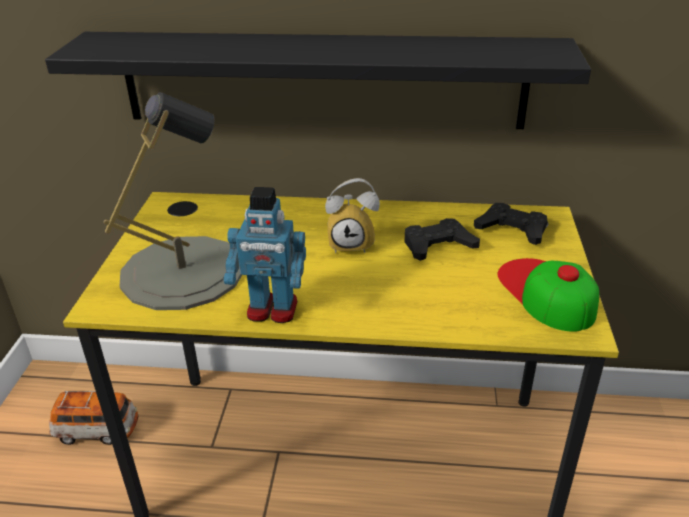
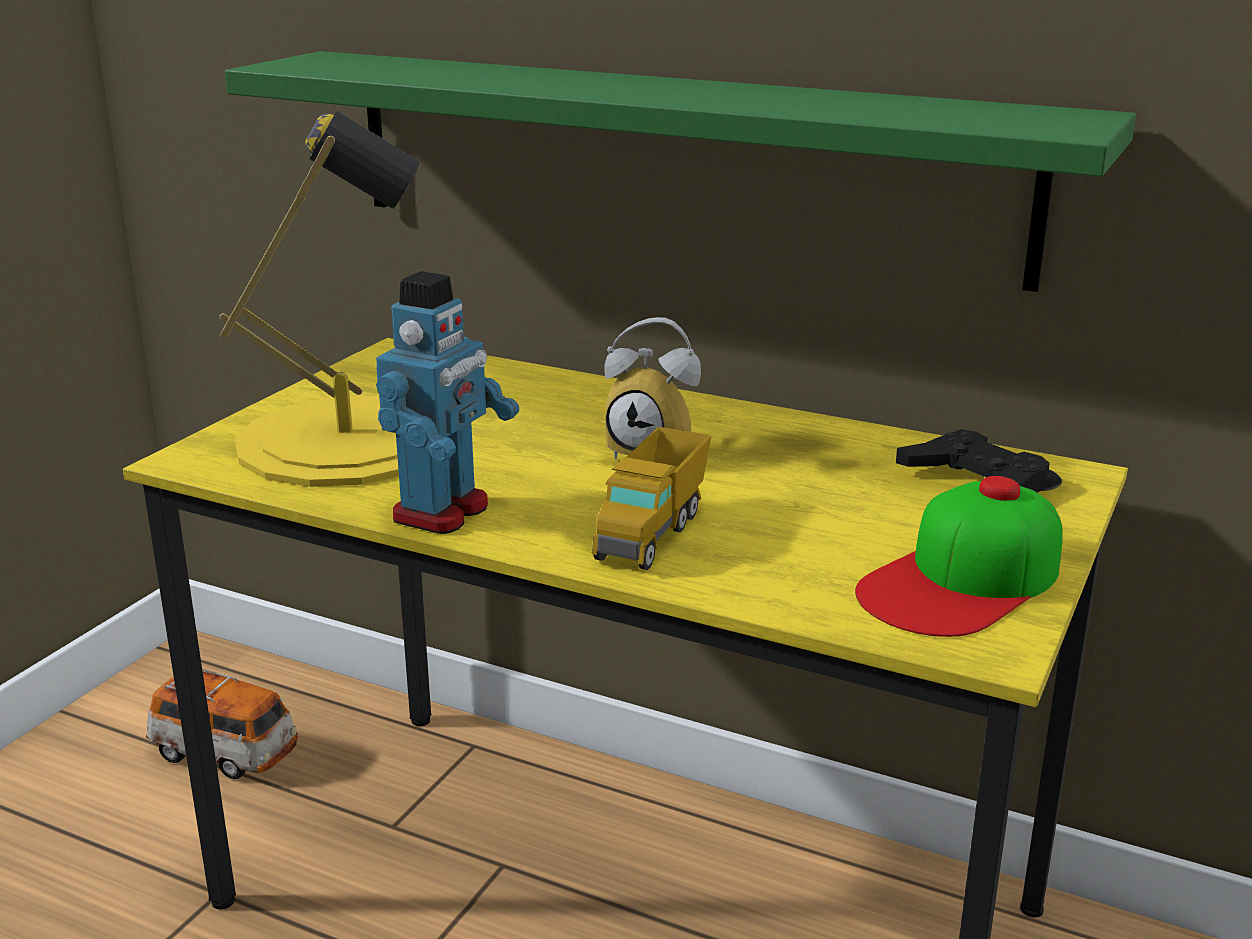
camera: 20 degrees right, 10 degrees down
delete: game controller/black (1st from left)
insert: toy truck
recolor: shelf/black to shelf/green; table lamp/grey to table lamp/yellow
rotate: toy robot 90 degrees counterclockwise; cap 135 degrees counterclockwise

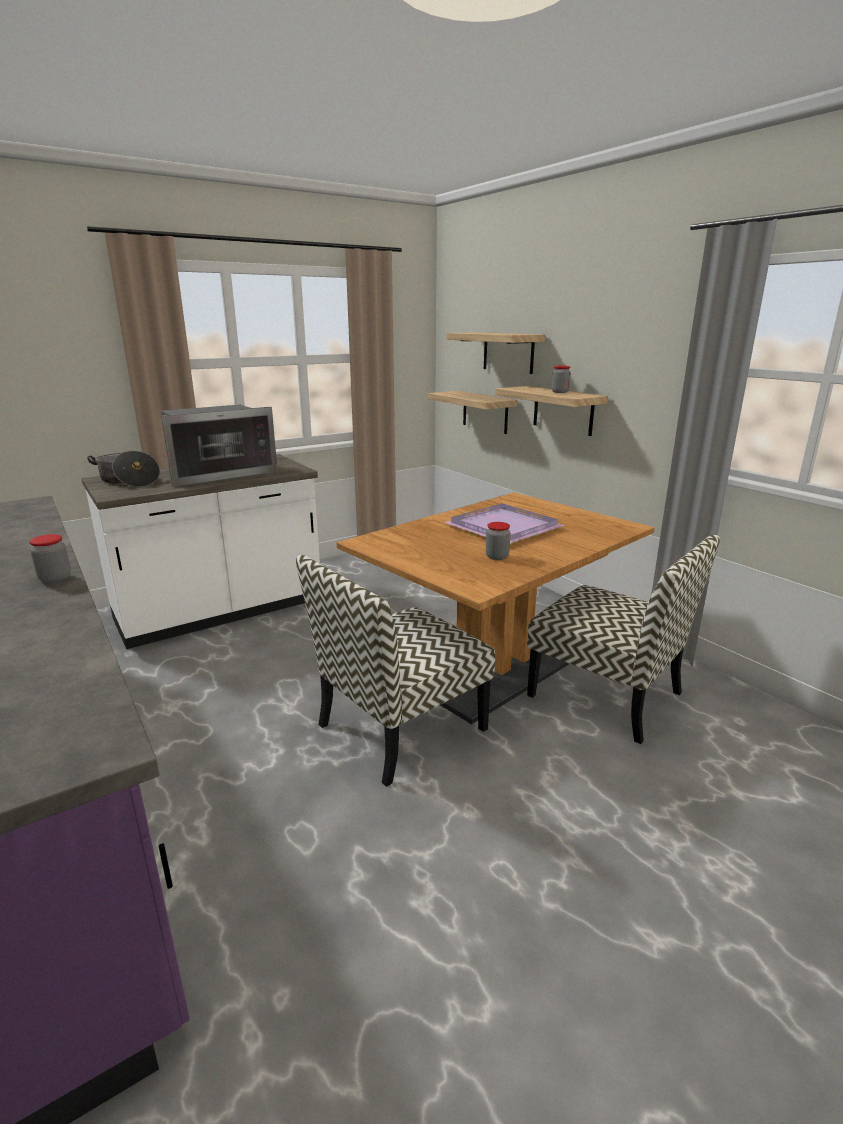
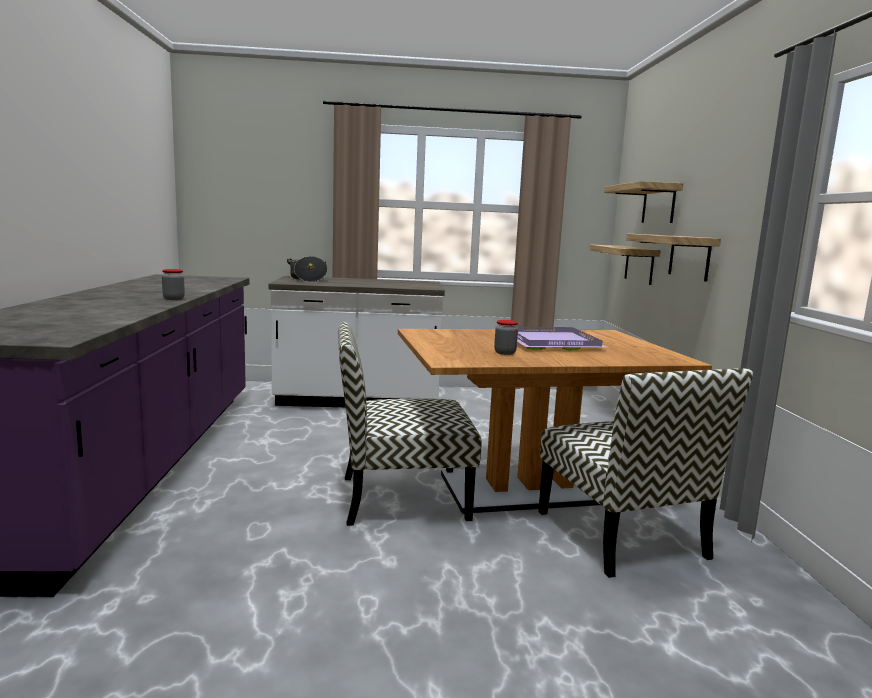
camera: 30 degrees right, 10 degrees down
delete: microwave; jar (3rd from left)

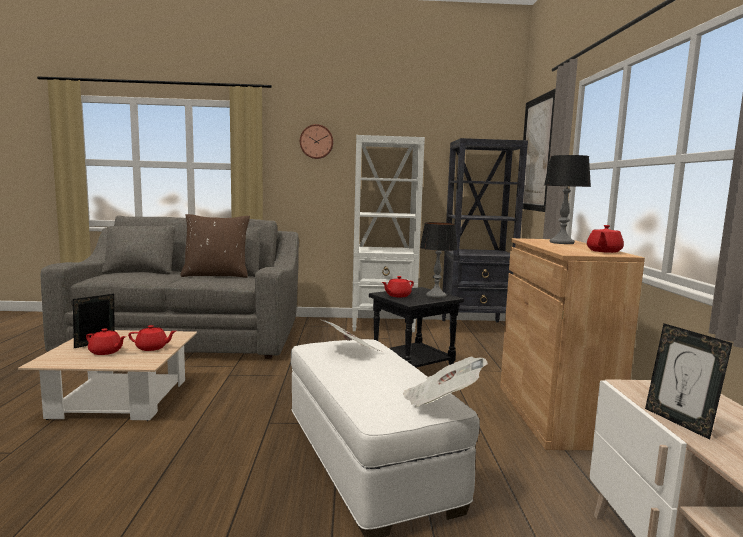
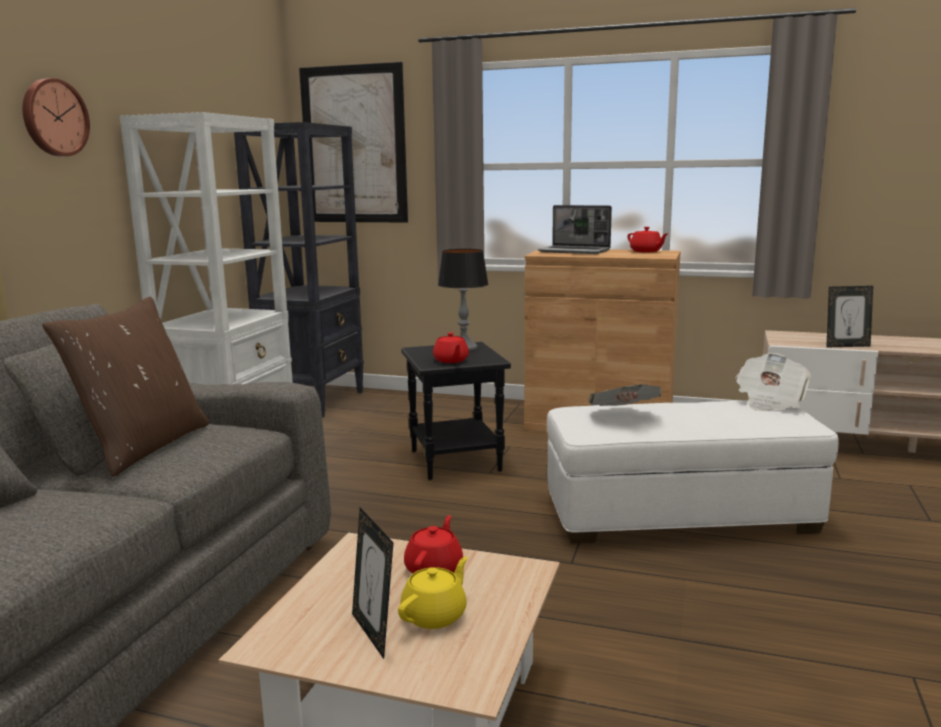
camera: 70 degrees left, 5 degrees up
replace: table lamp (2nd from left) to laptop
recolor: teapot/red (1st from left) to teapot/yellow

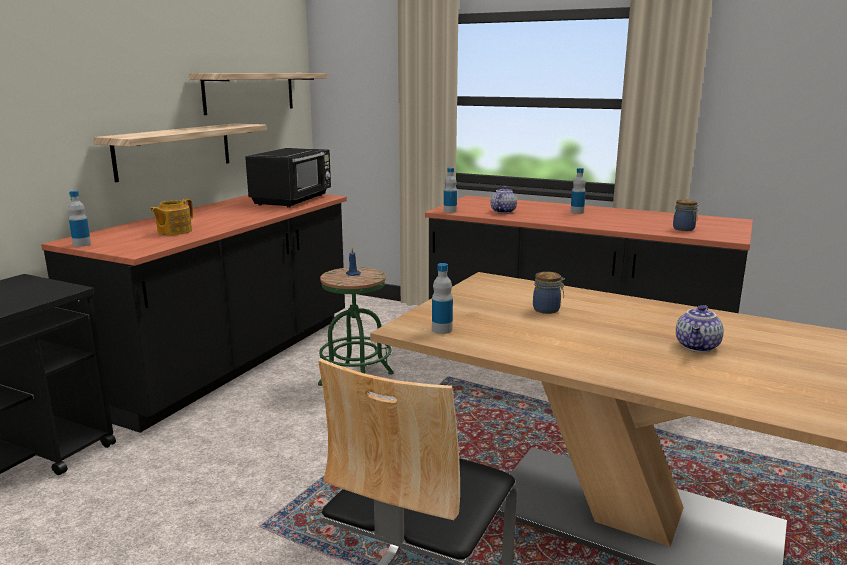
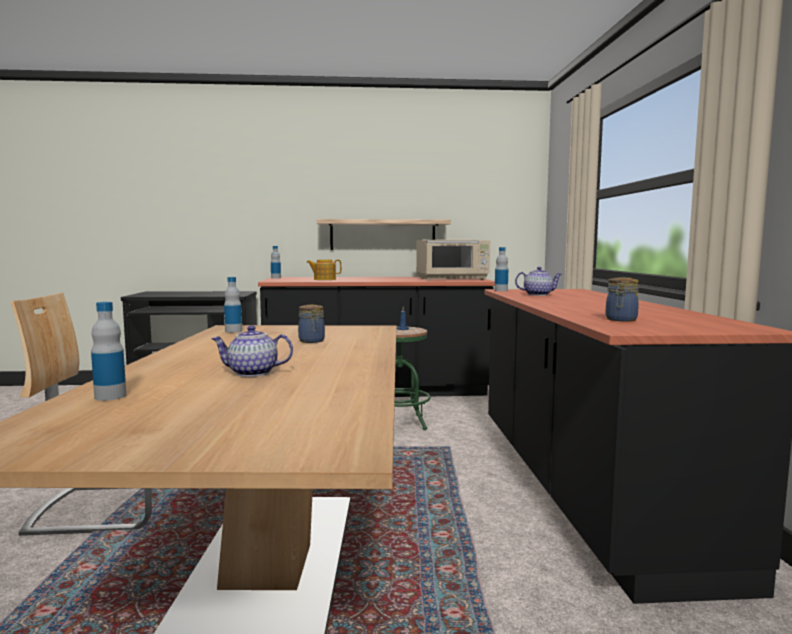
camera: 60 degrees right, 10 degrees down
delete: shelf (2nd from left)
move: bottle (4th from left in the first image) to bottle (1st from left)
recolor: microwave/black to microwave/beige

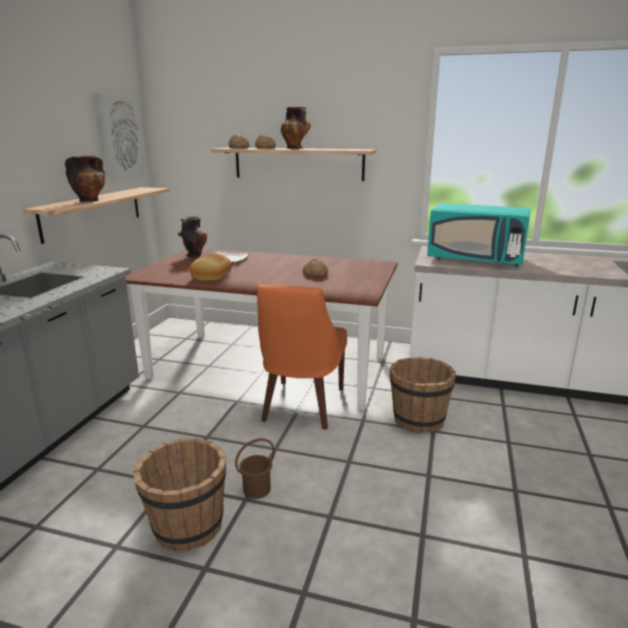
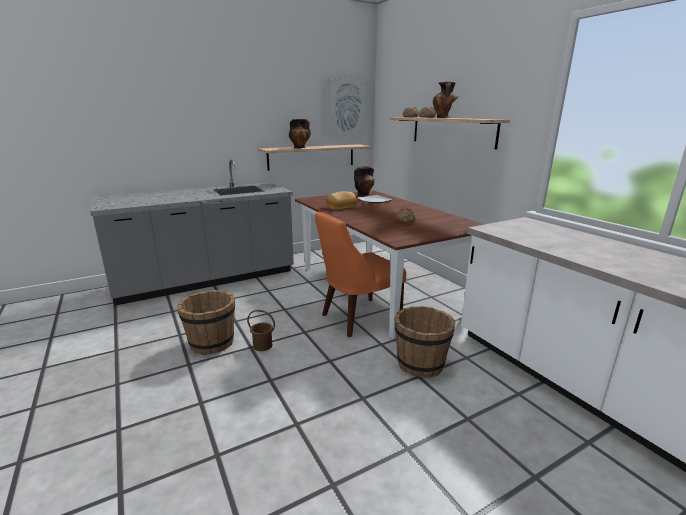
camera: 45 degrees right, 0 degrees up
delete: microwave/turquoise

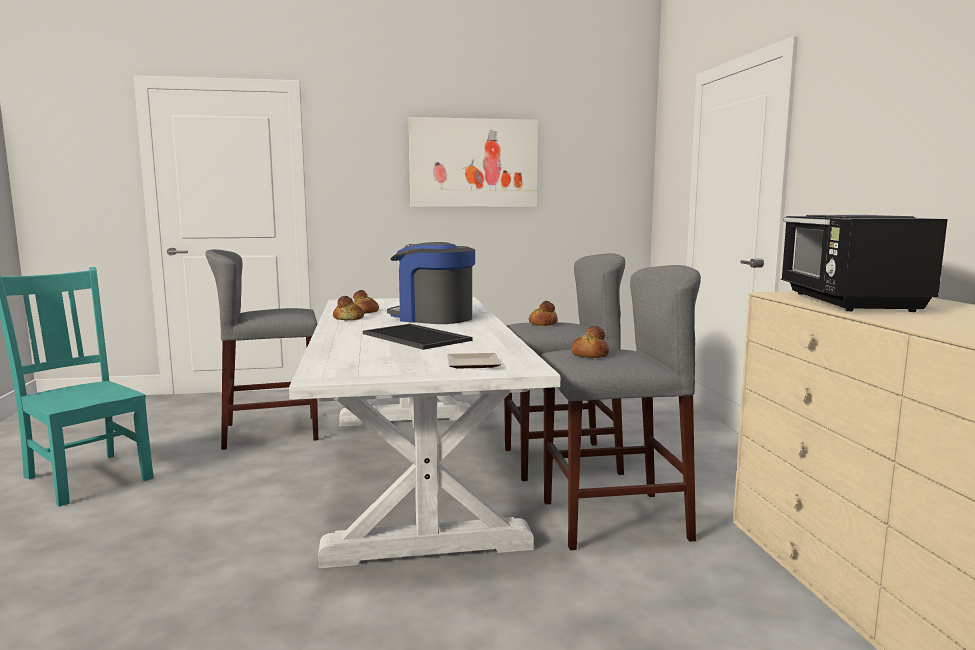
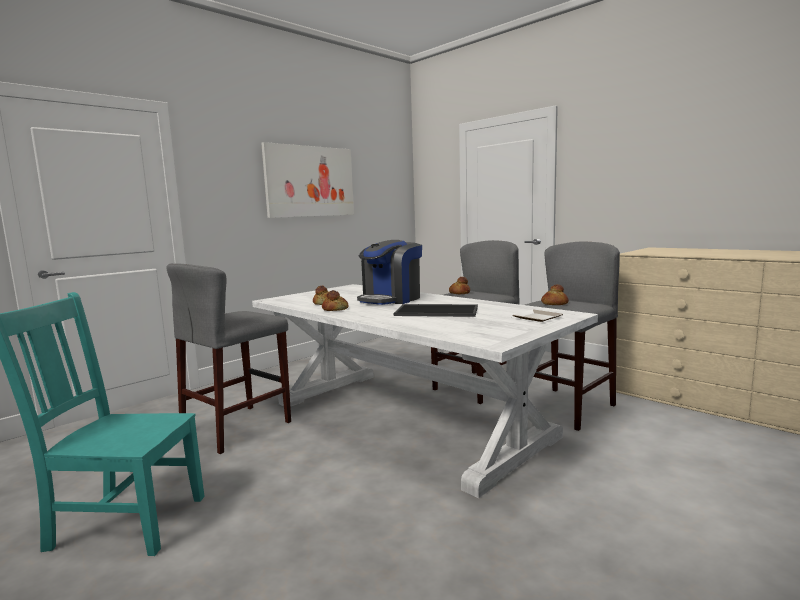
camera: 35 degrees left, 0 degrees up
delete: microwave/black
rotate: coffee machine 45 degrees counterclockwise

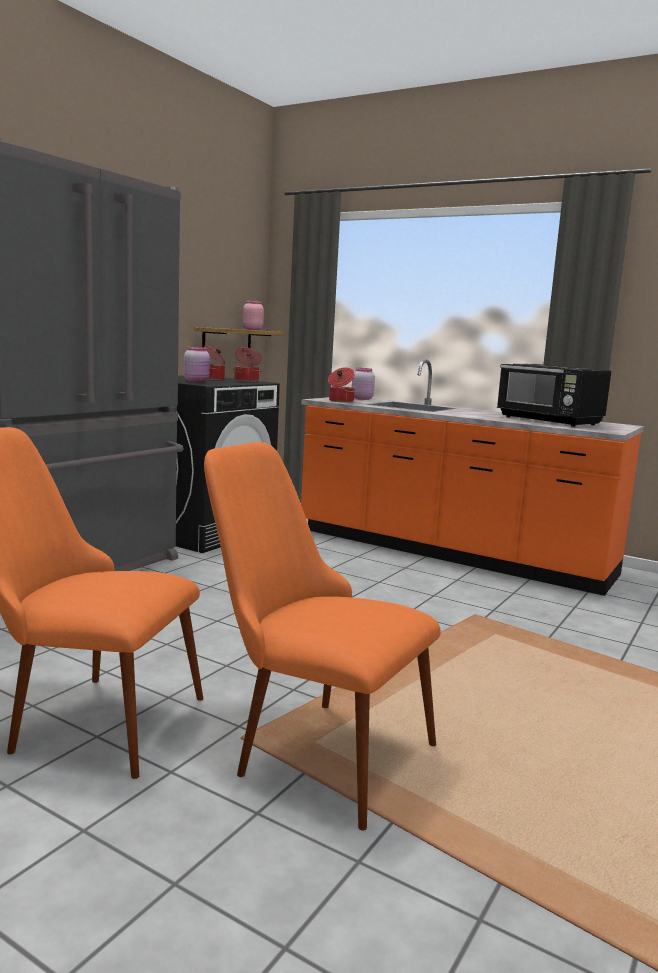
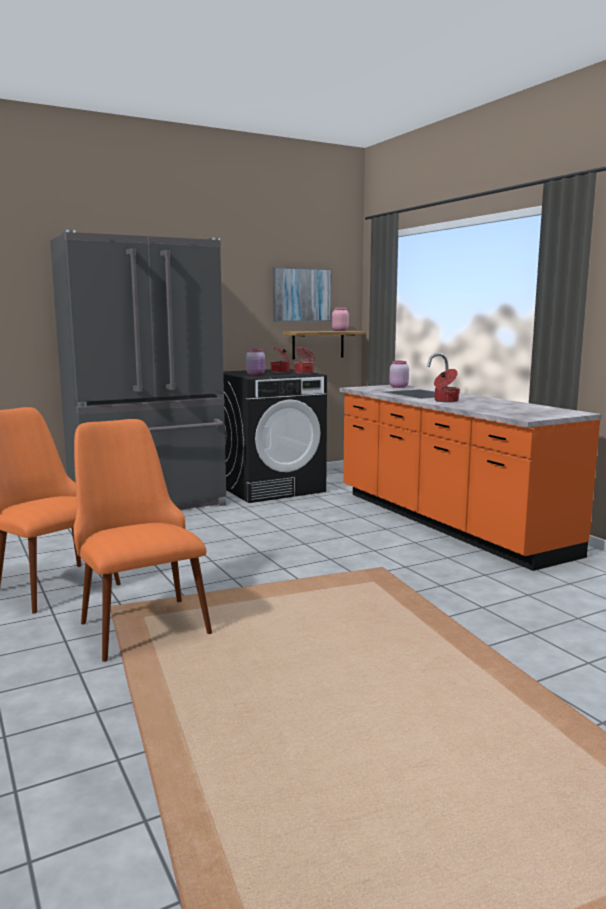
camera: 30 degrees right, 0 degrees up
delete: microwave/black
insert: picture
move: cooking pot (3rd from left)

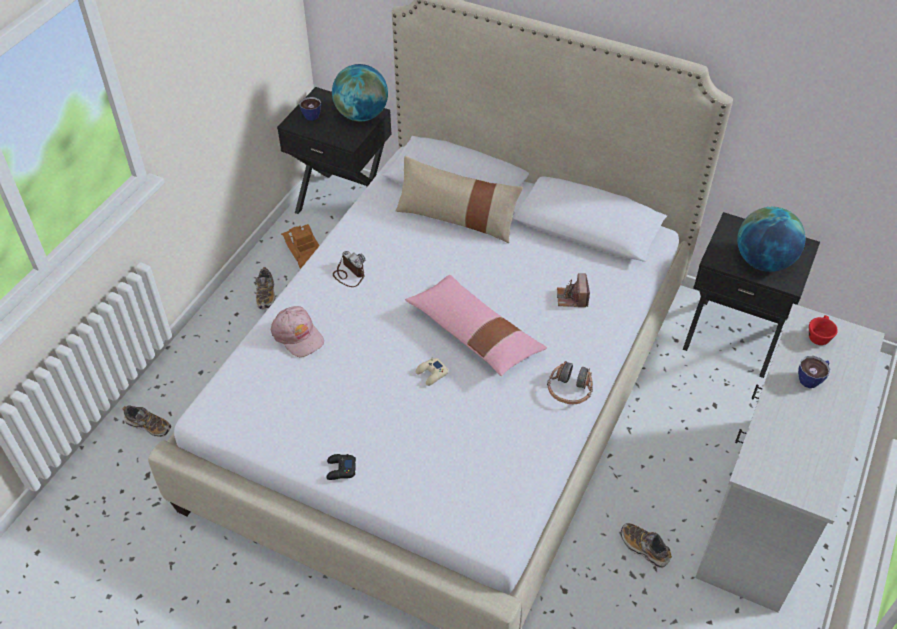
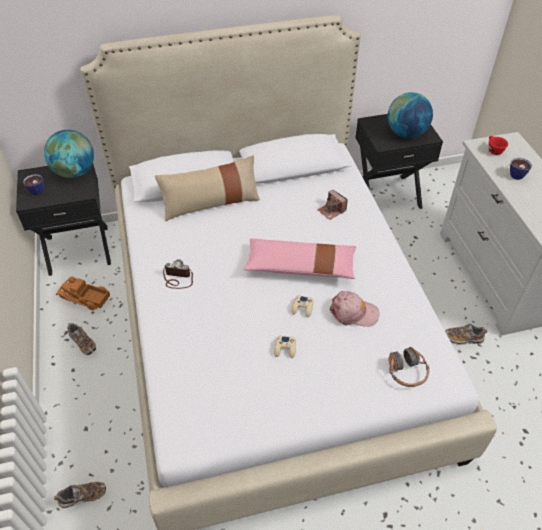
camera: 40 degrees left, 0 degrees up
delete: game controller/black
insert: game controller/beige (1st from left)
move: cap/pink; headphones

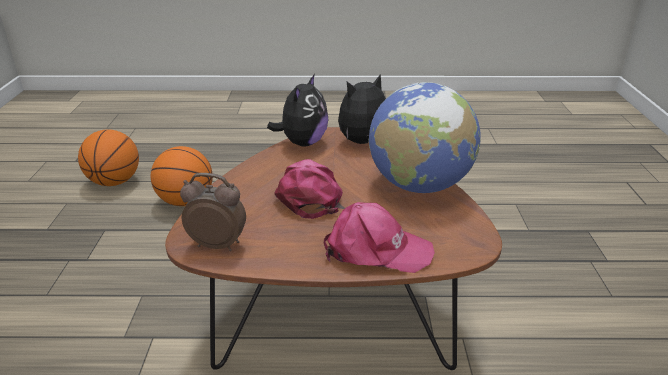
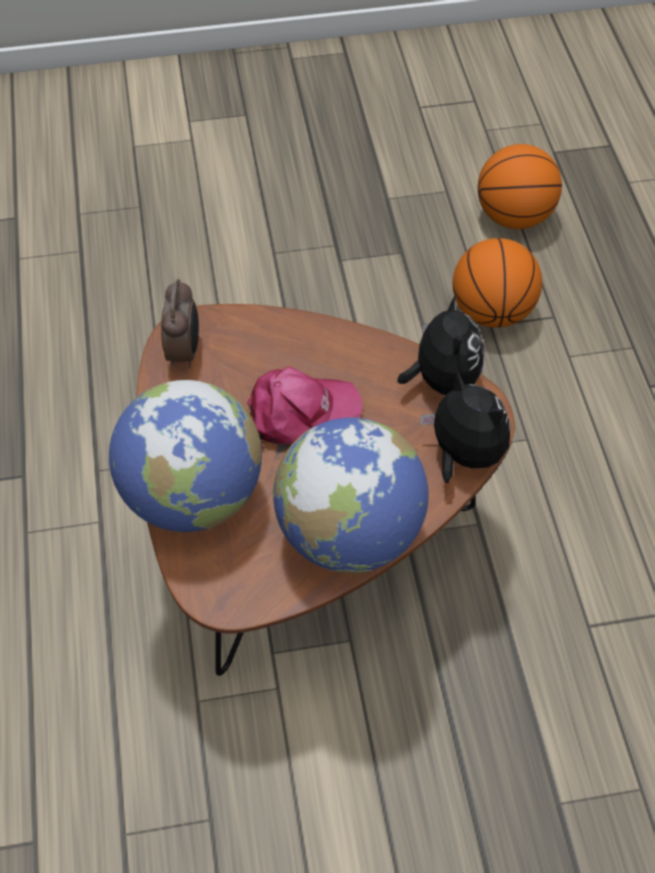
camera: 80 degrees right, 25 degrees up
replace: cap/pink (2nd from left) to globe (1st from left)
rotate: plush toy (1st from left) 105 degrees counterclockwise

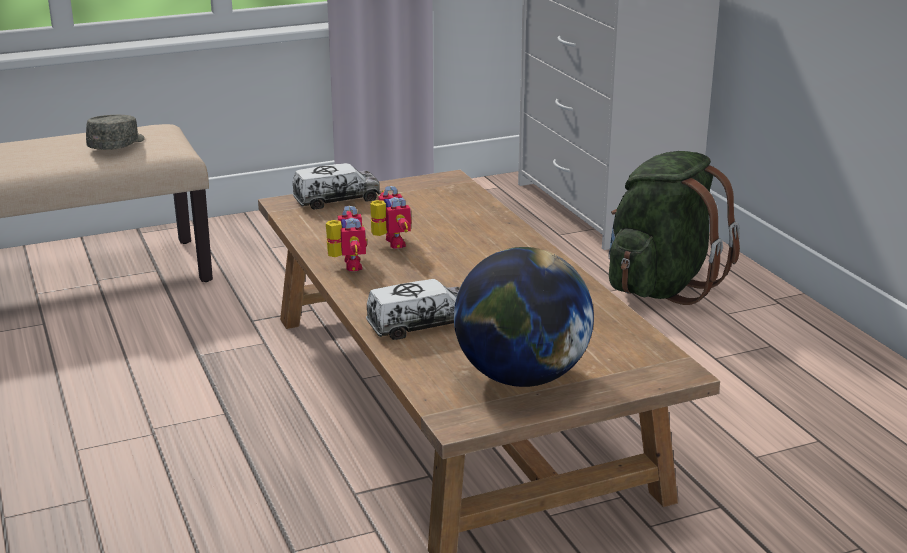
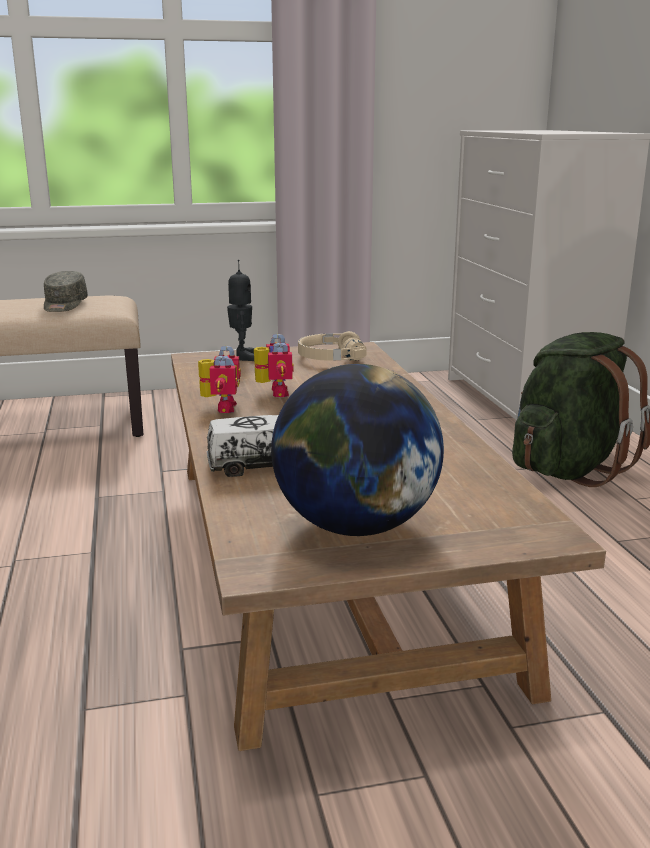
camera: 10 degrees right, 5 degrees down
insert: headphones/beige
replace: toy truck (1st from left) to toy robot (2nd from left)
rotate: cap/grey 150 degrees clockwise

